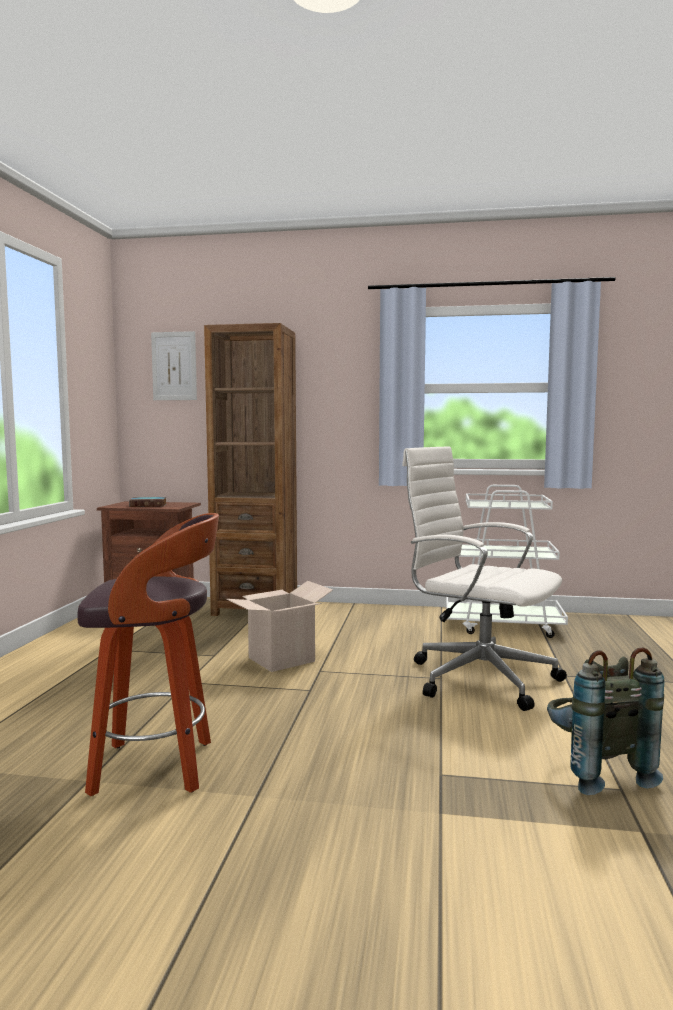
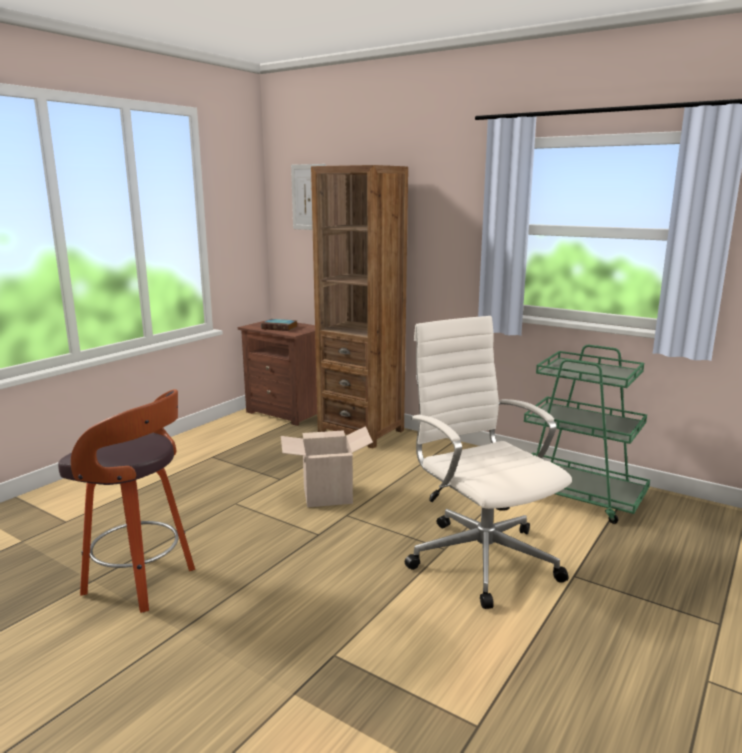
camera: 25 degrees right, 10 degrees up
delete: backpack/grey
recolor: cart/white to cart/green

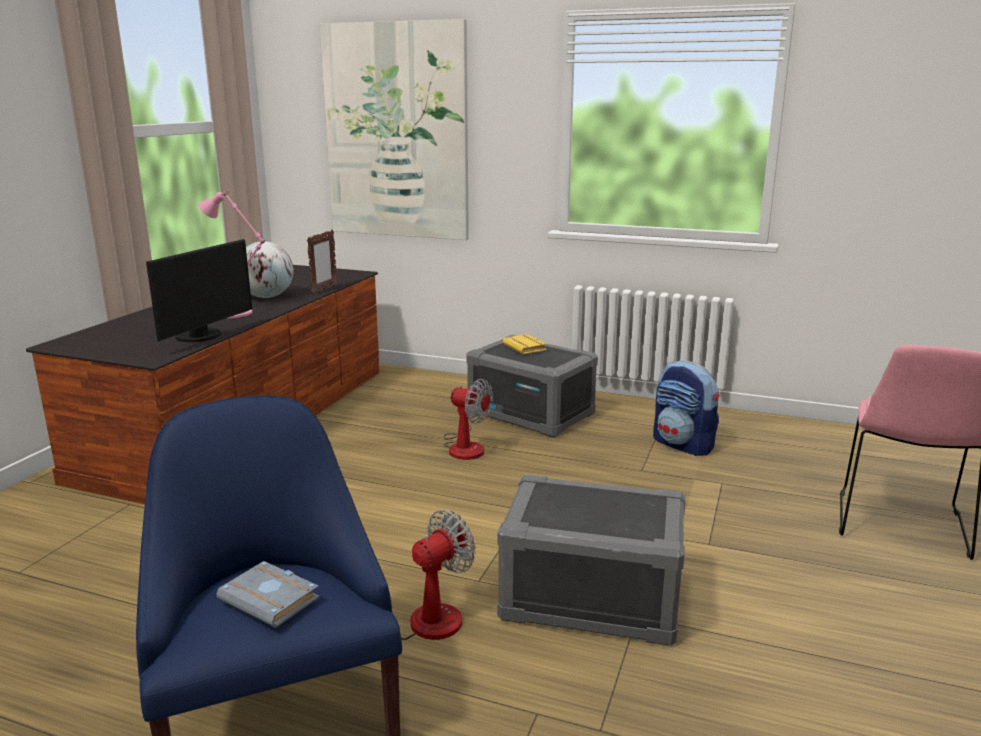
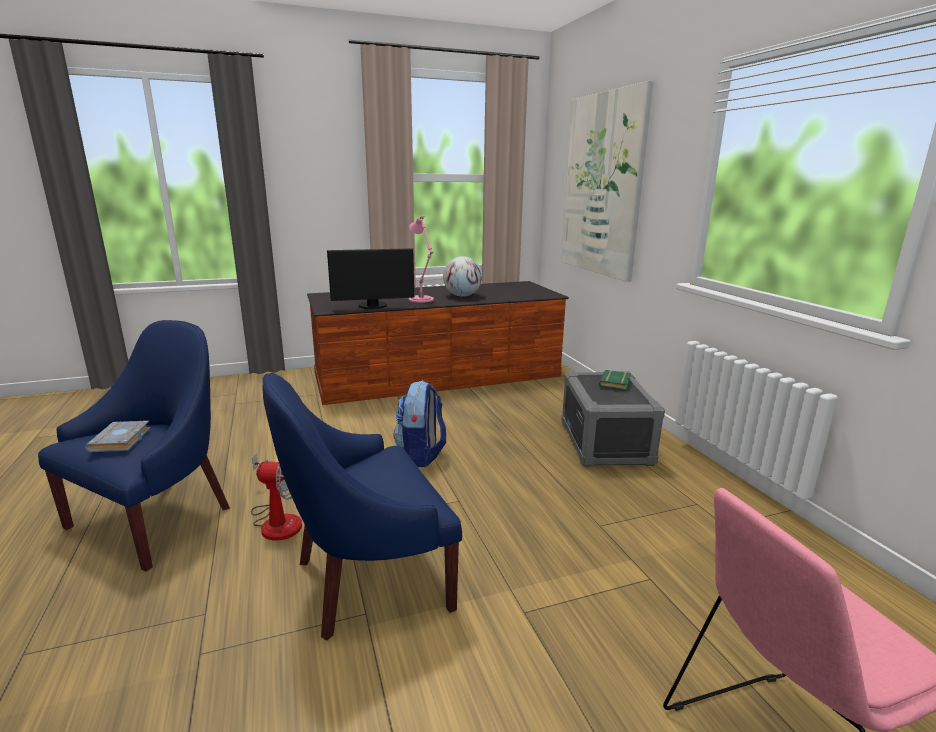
camera: 50 degrees right, 0 degrees up
delete: picture frame; fan (2nd from left)
move: backpack
replace: storage box/grey (2nd from left) to armchair/blue (2nd from left)
recolor: book/yellow to book/green

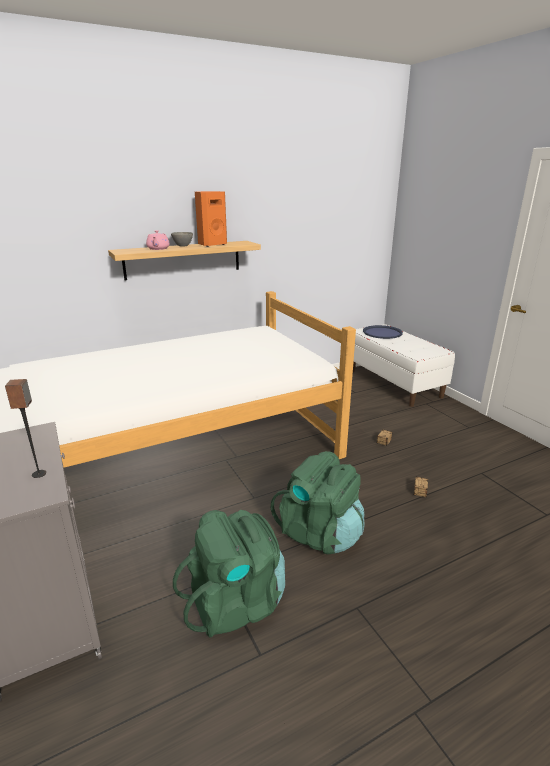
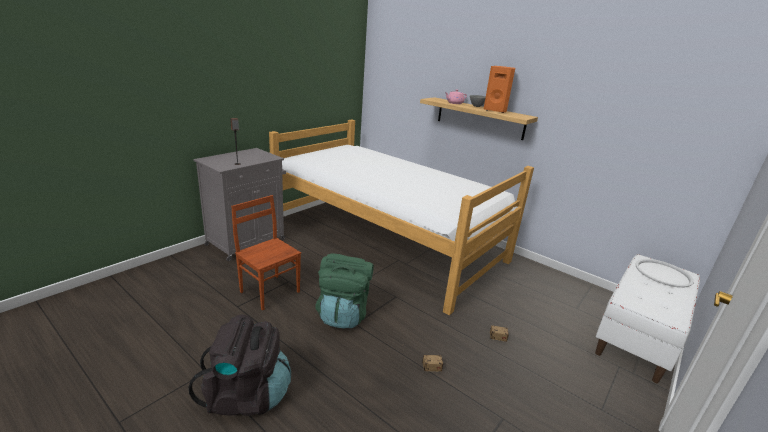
camera: 65 degrees right, 0 degrees up
insert: backpack/black
replace: backpack/green (1st from left) to chair/brown
recolor: tray/blue to tray/white

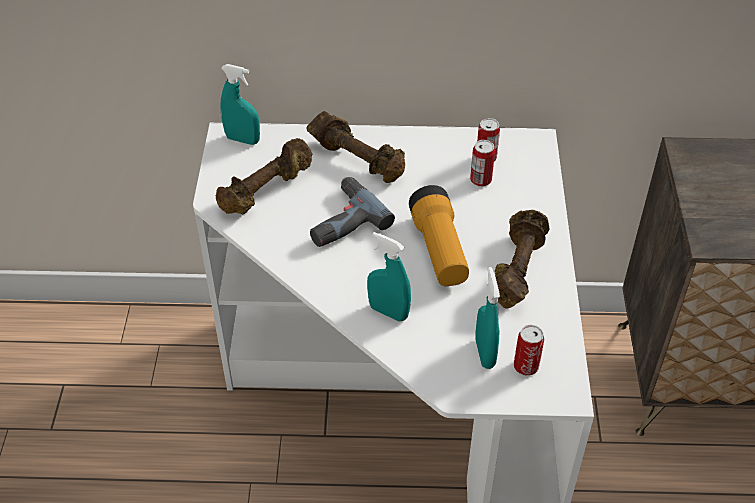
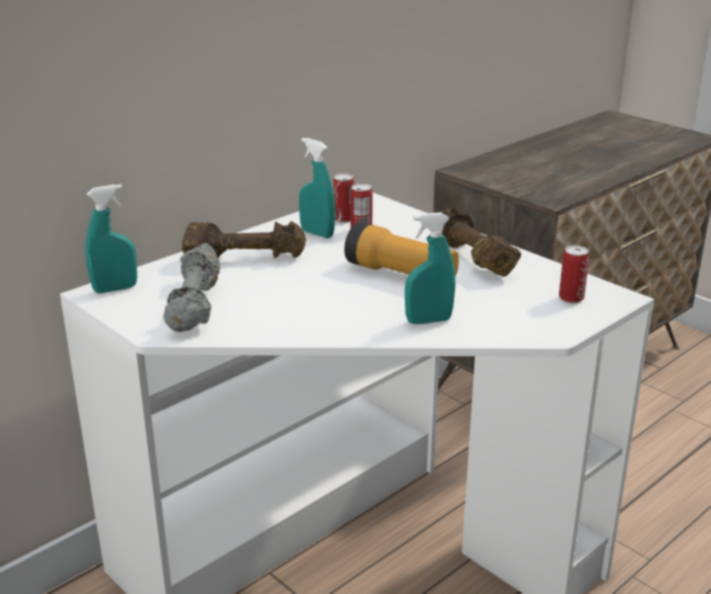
camera: 45 degrees left, 20 degrees down
delete: power drill
move: spray bottle/turquoise (3rd from left in the first image) to spray bottle/turquoise (2nd from left)
recolor: dumbbell/brown (1st from left) to dumbbell/grey

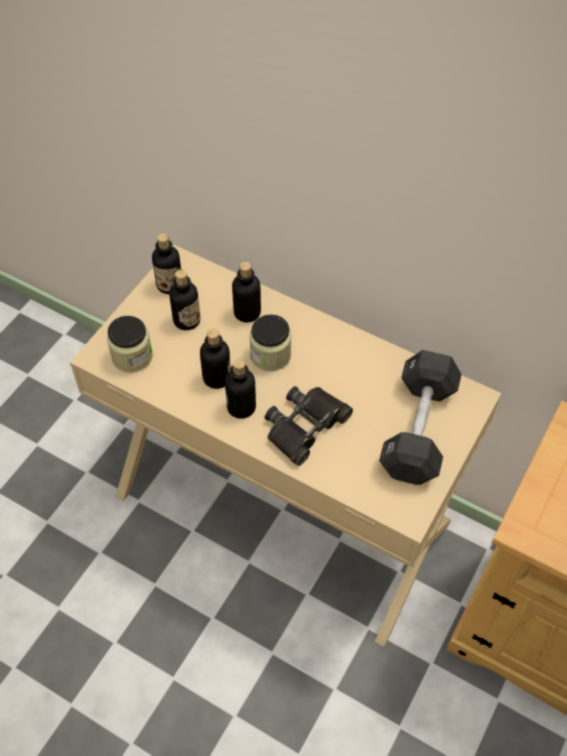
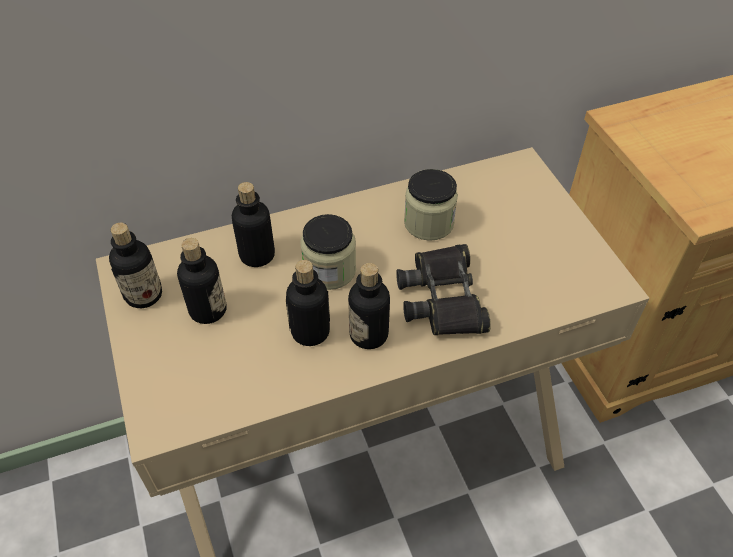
camera: 50 degrees left, 5 degrees down
delete: dumbbell/black
move: jar (1st from left in the first image) to jar (2nd from left)

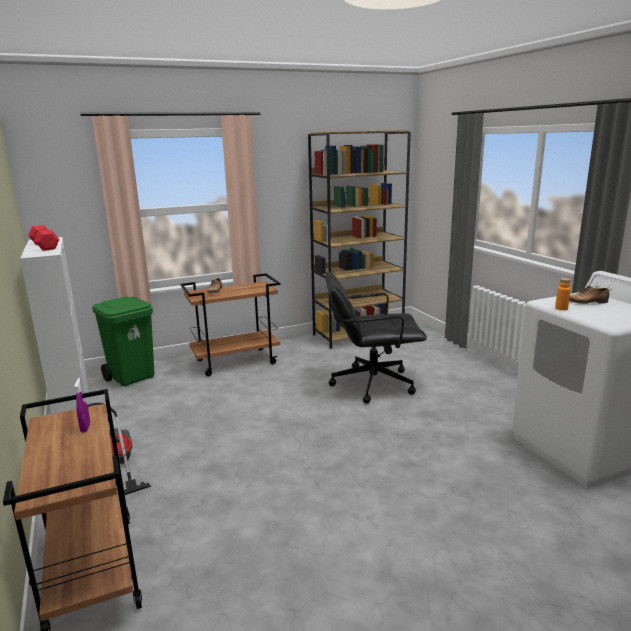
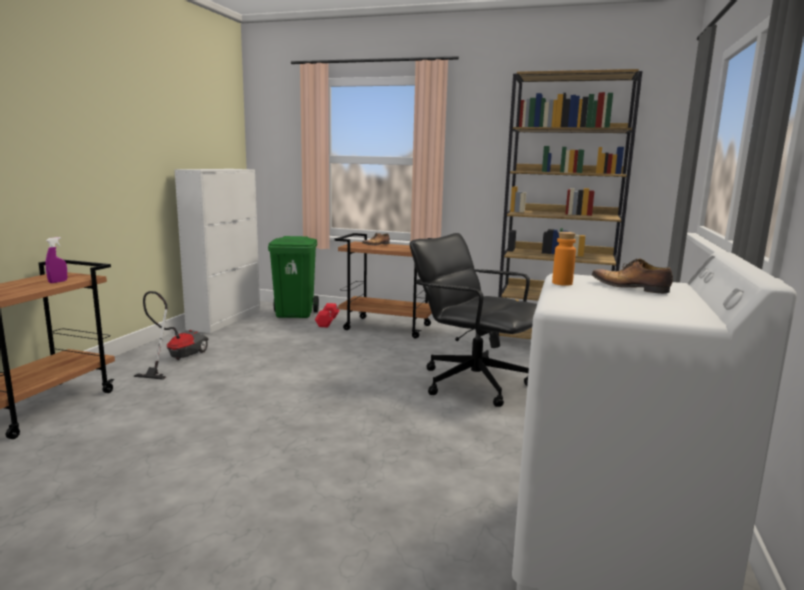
camera: 40 degrees right, 5 degrees down
move: dumbbell/red

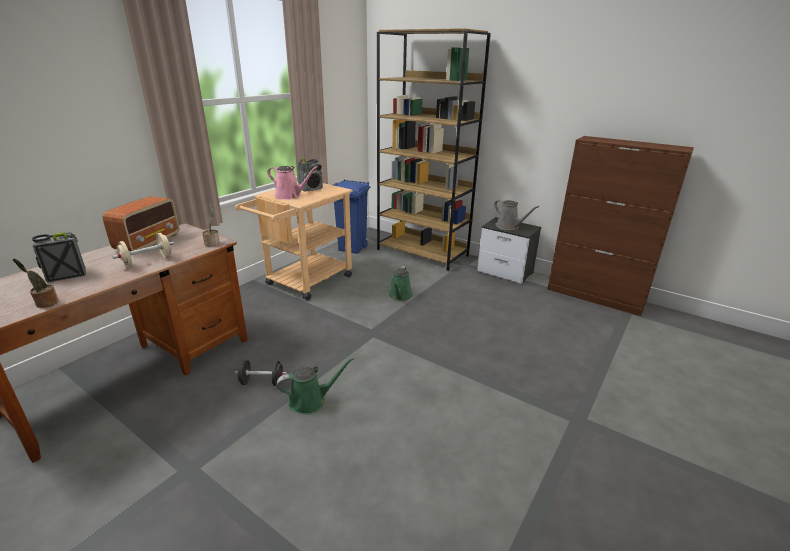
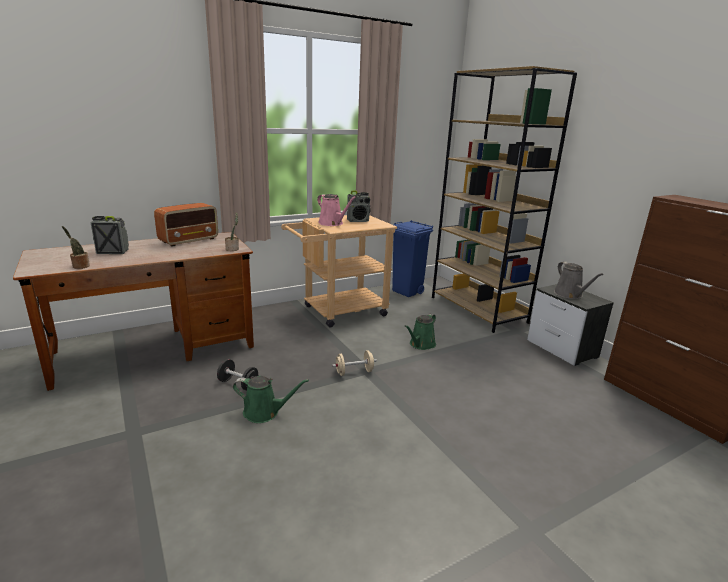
camera: 25 degrees right, 5 degrees down
move: dumbbell/beige

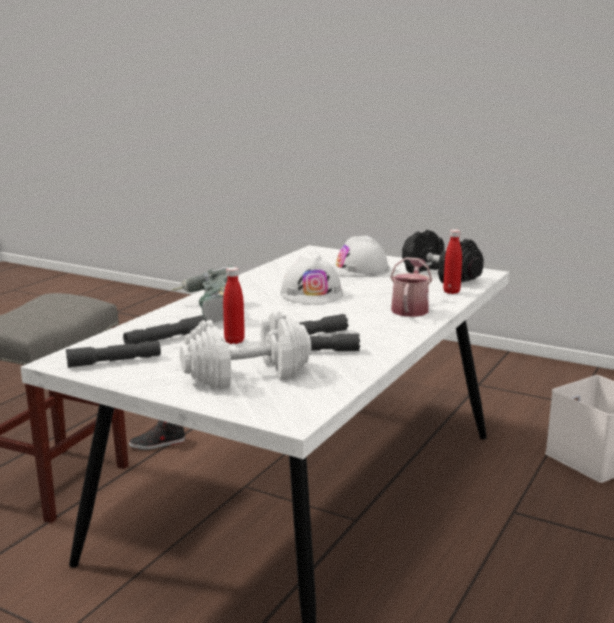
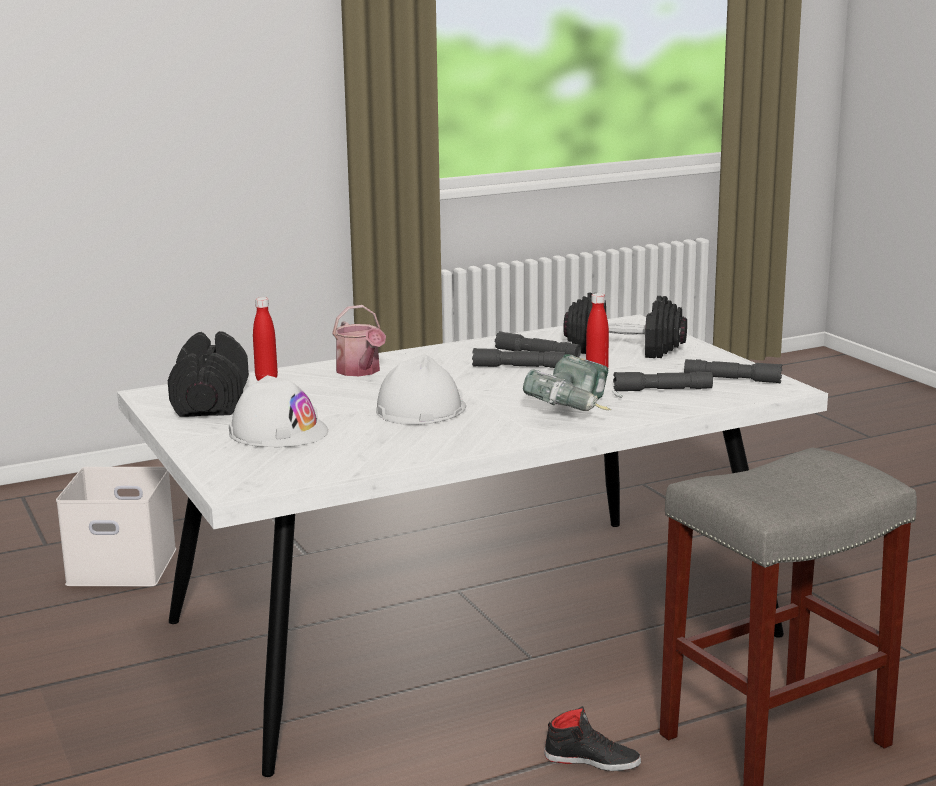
camera: 145 degrees left, 0 degrees up
recolor: dumbbell/white to dumbbell/black (2nd from left)
rotate: watering can 75 degrees counterclockwise

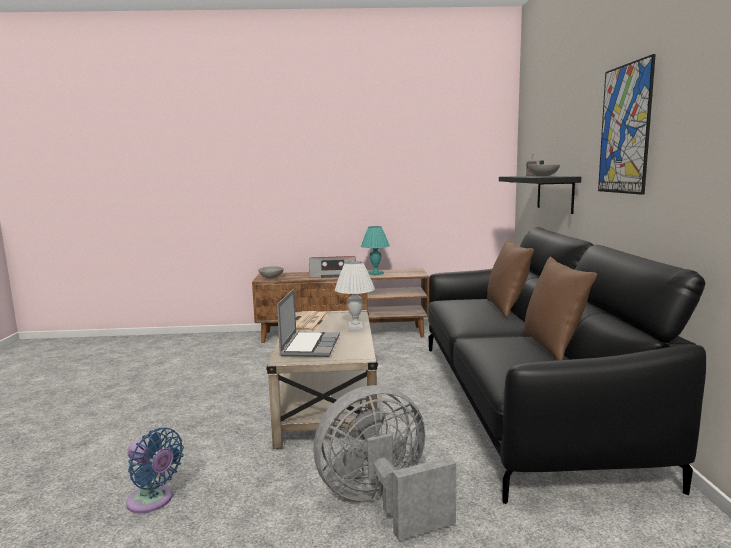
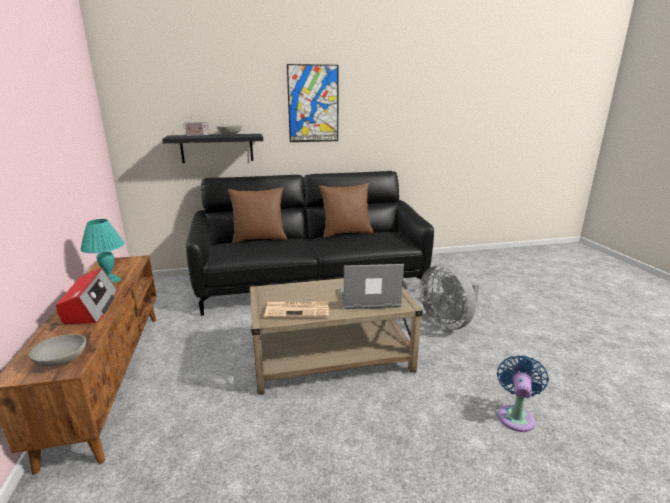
camera: 100 degrees left, 10 degrees up
delete: table lamp/white

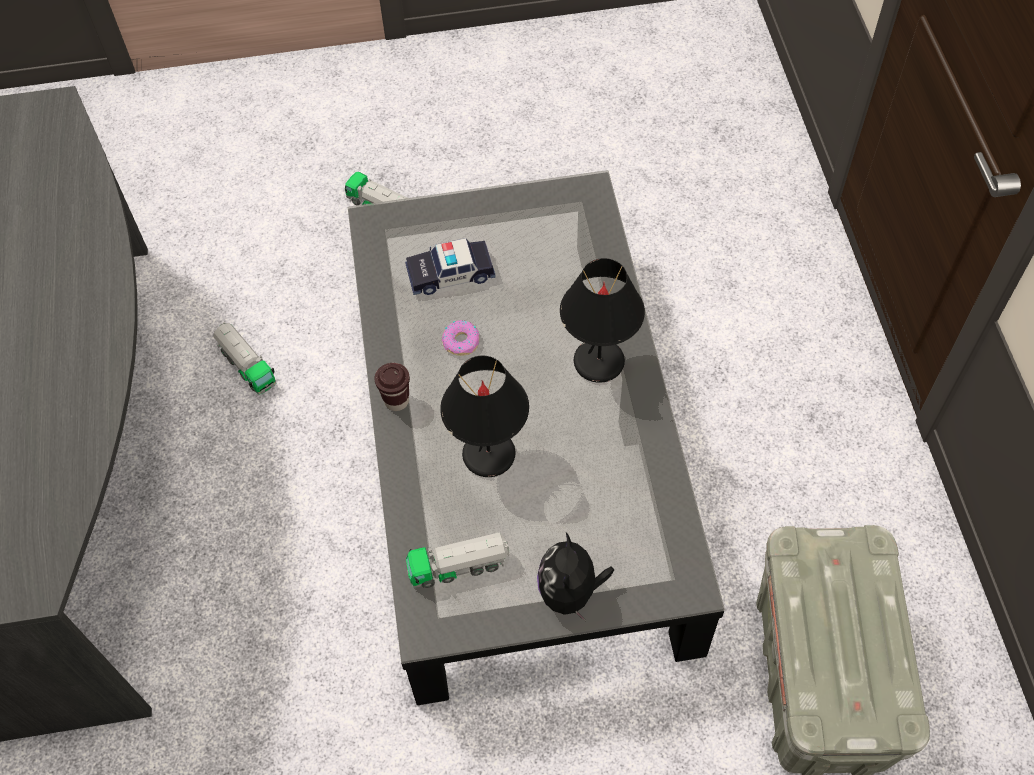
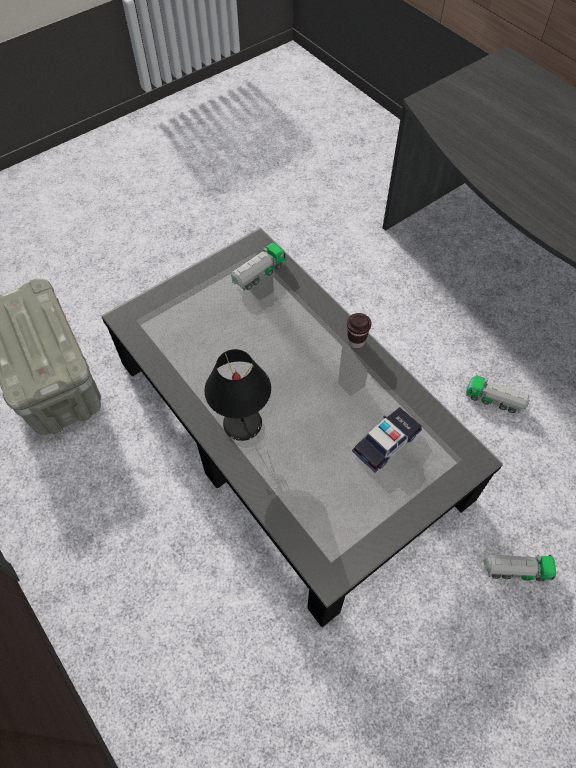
camera: 150 degrees right, 0 degrees up
delete: table lamp/black (1st from left); donut; plush toy

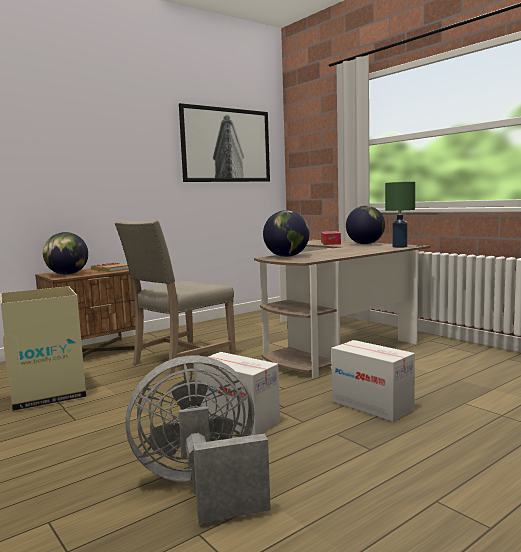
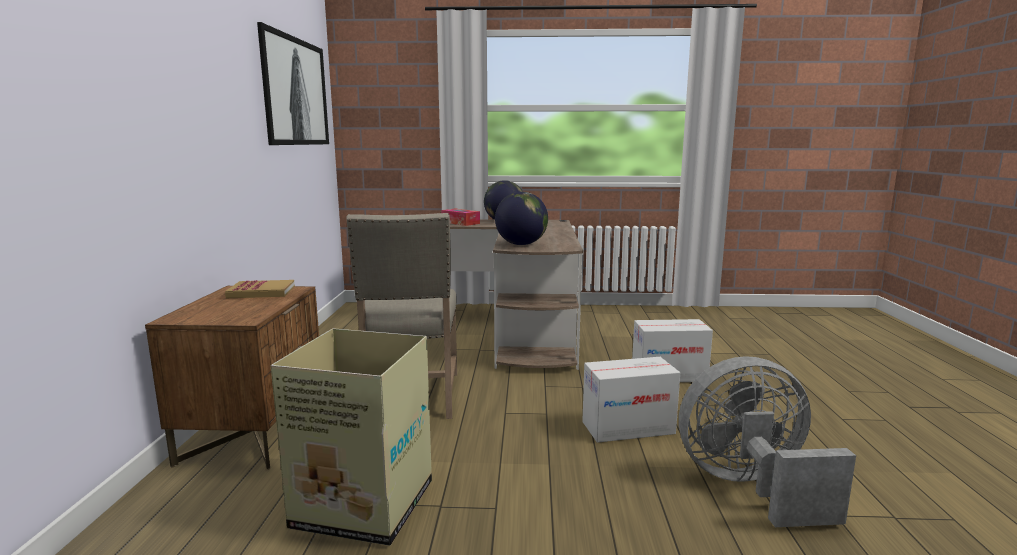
camera: 50 degrees left, 5 degrees up
delete: globe (1st from left); table lamp/green
rotate: fan/grey 60 degrees clockwise

